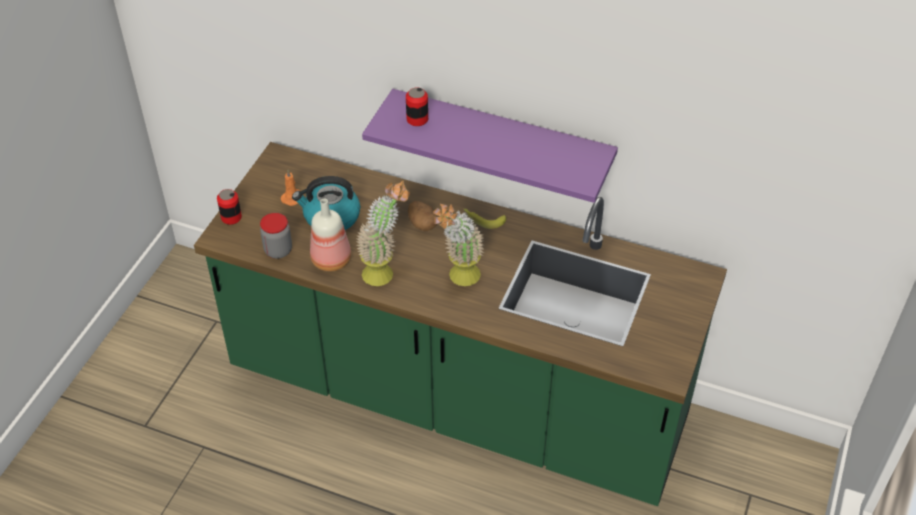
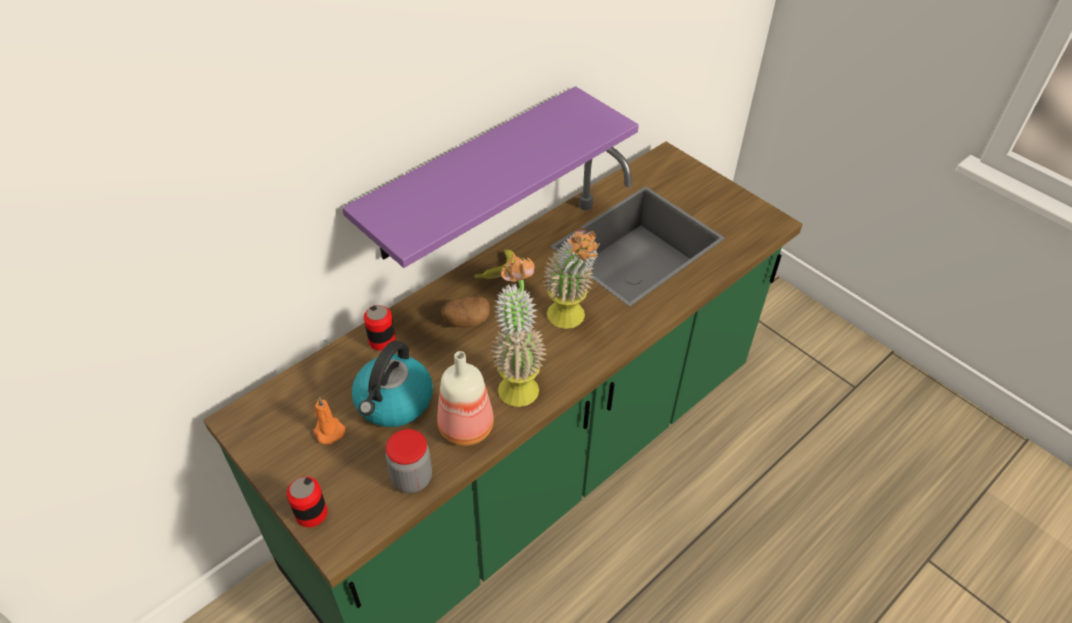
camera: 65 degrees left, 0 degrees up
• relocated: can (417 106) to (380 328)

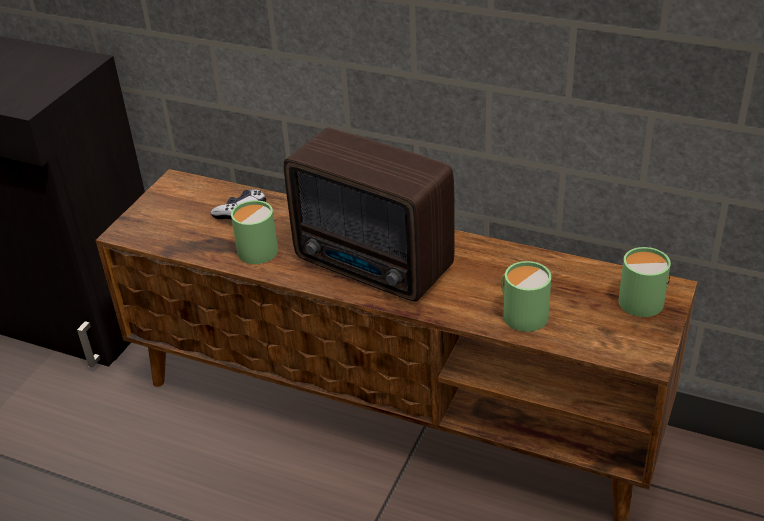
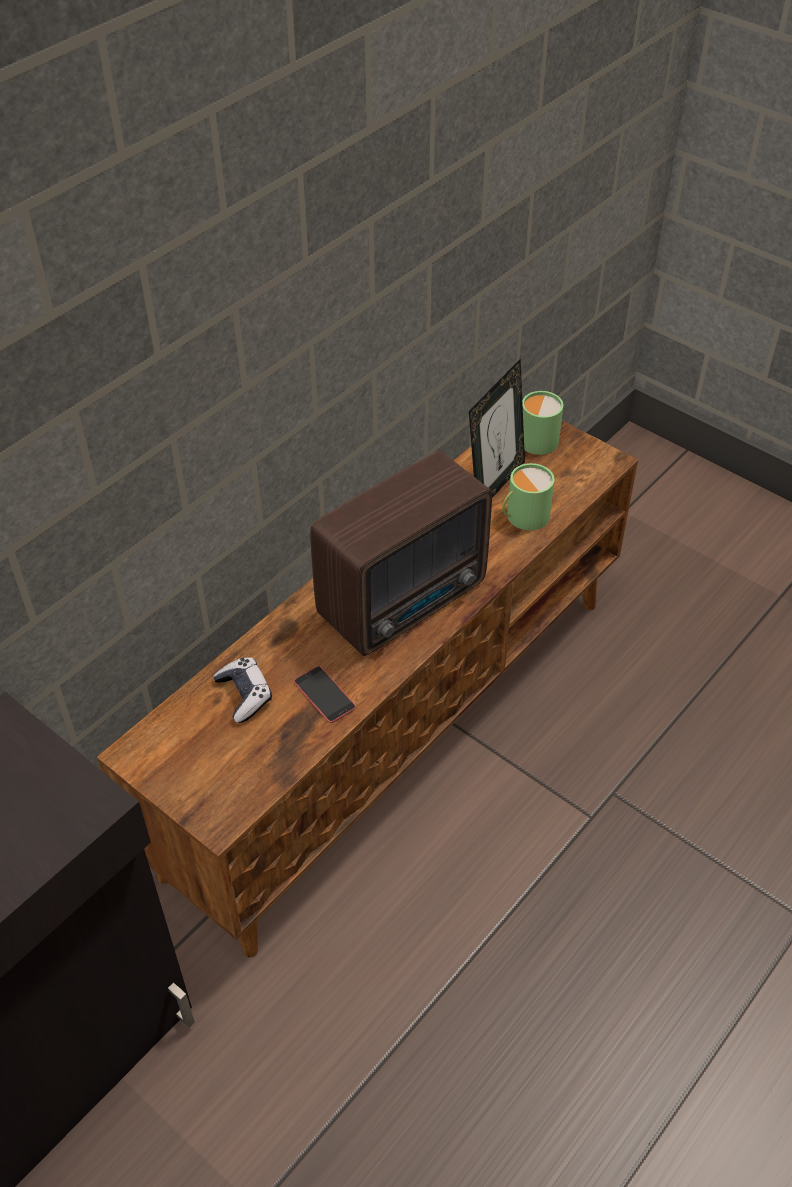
camera: 75 degrees left, 10 degrees up
• appeared: picture frame (497 428)
• exchanged: mug (green) (254 232) to phone (325 694)

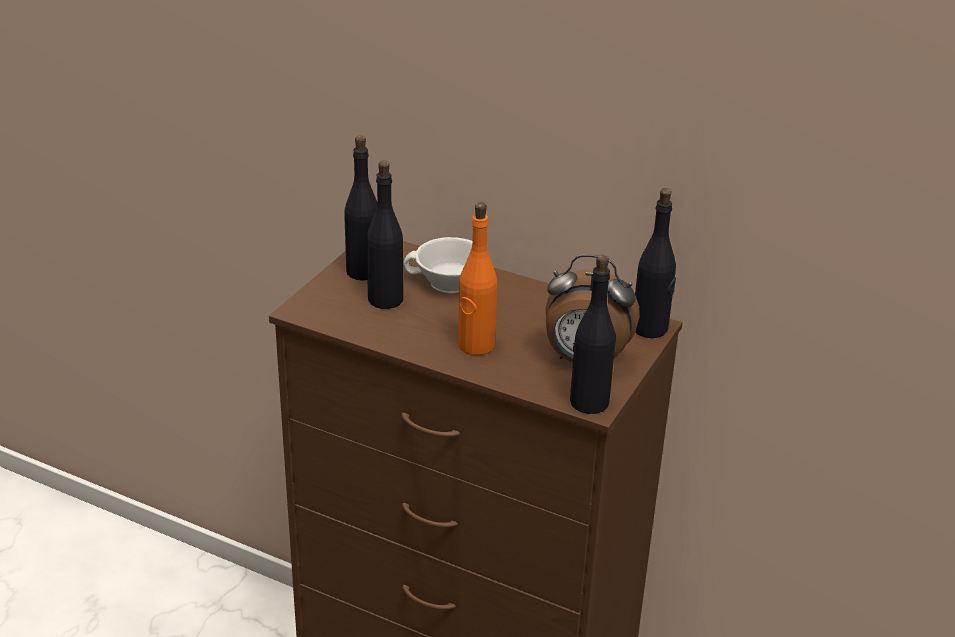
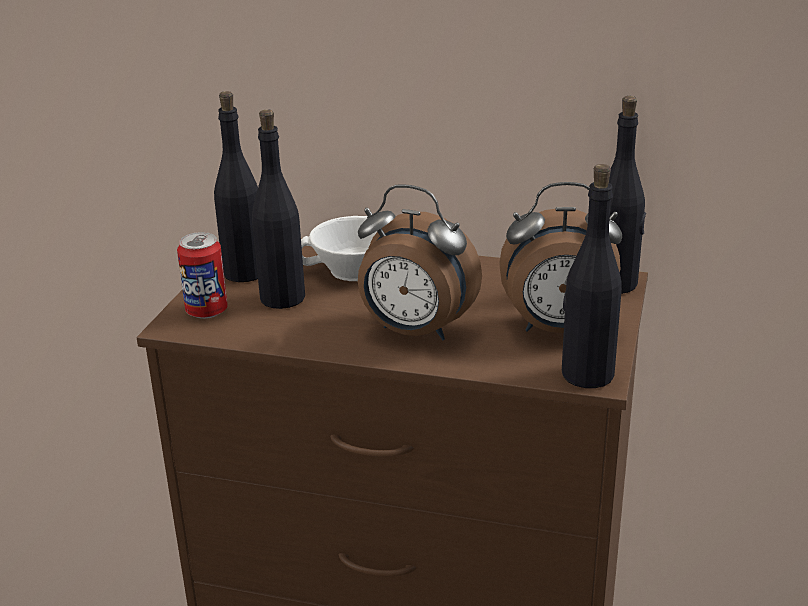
camera: 10 degrees left, 5 degrees down
• appeared: can (202 275)
• exchanged: bottle (orange) (477 278) to alarm clock (420 262)

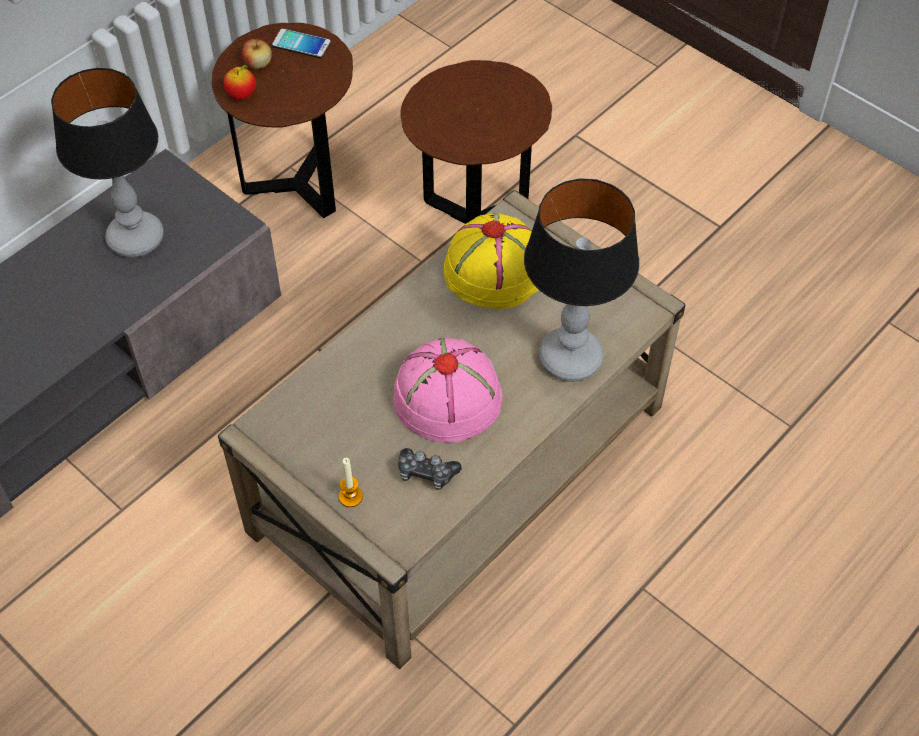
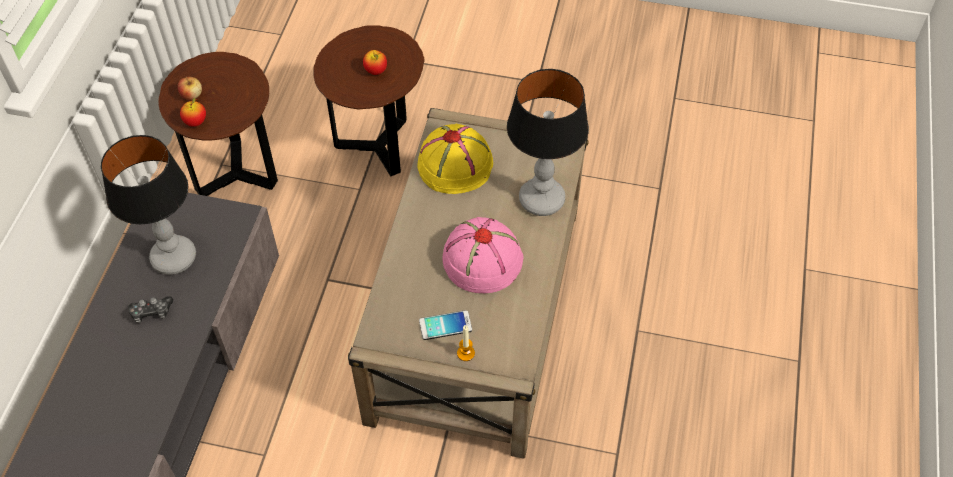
camera: 30 degrees left, 0 degrees up
• appeared: apple (375 62)
• relocated: phone (301 43) to (445 325)
• relocated: game controller (429 469) to (150 309)

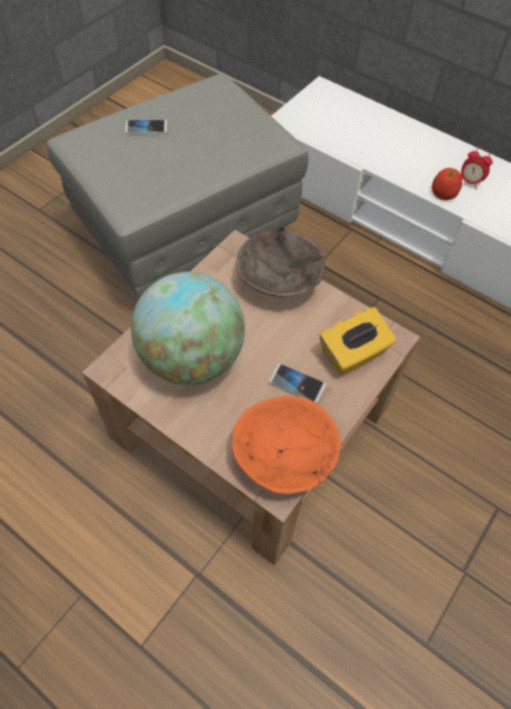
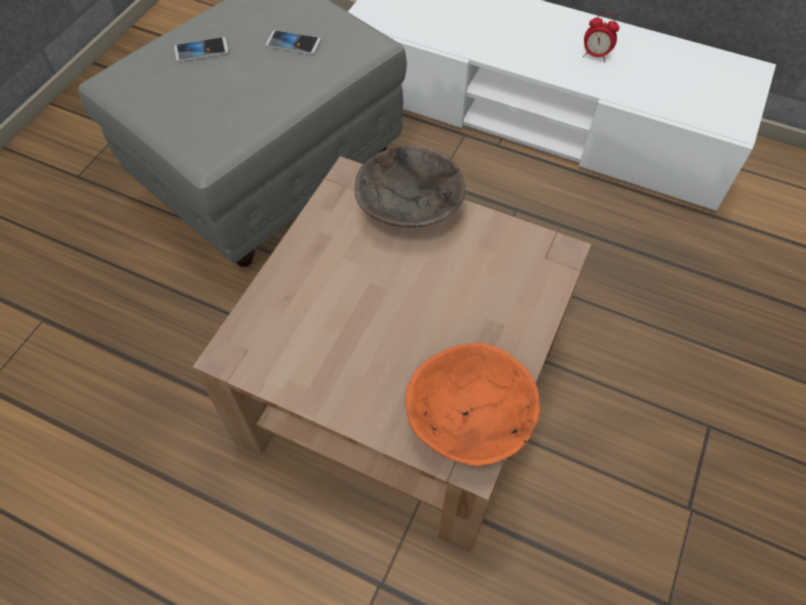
camera: 10 degrees left, 0 degrees up
• missing: globe (188 328)
• missing: tissue box (yellow) (358 341)
• missing: apple (447 184)
• relocated: phone (297 383) to (293 42)

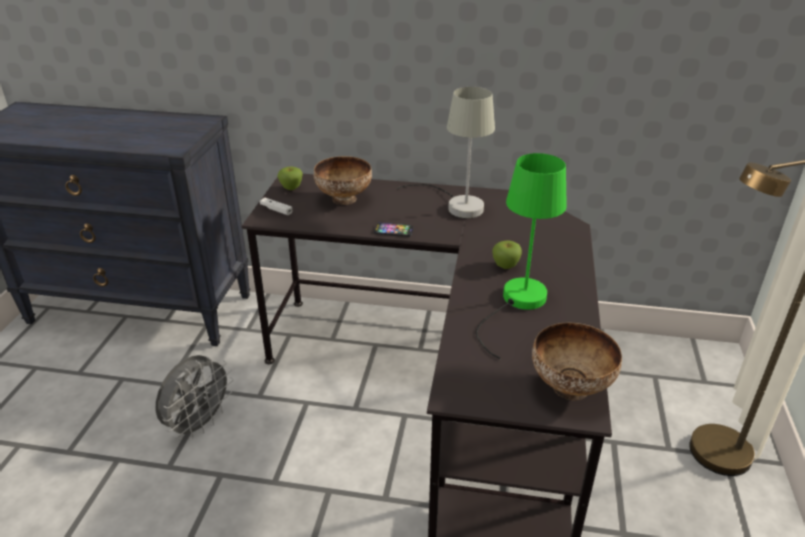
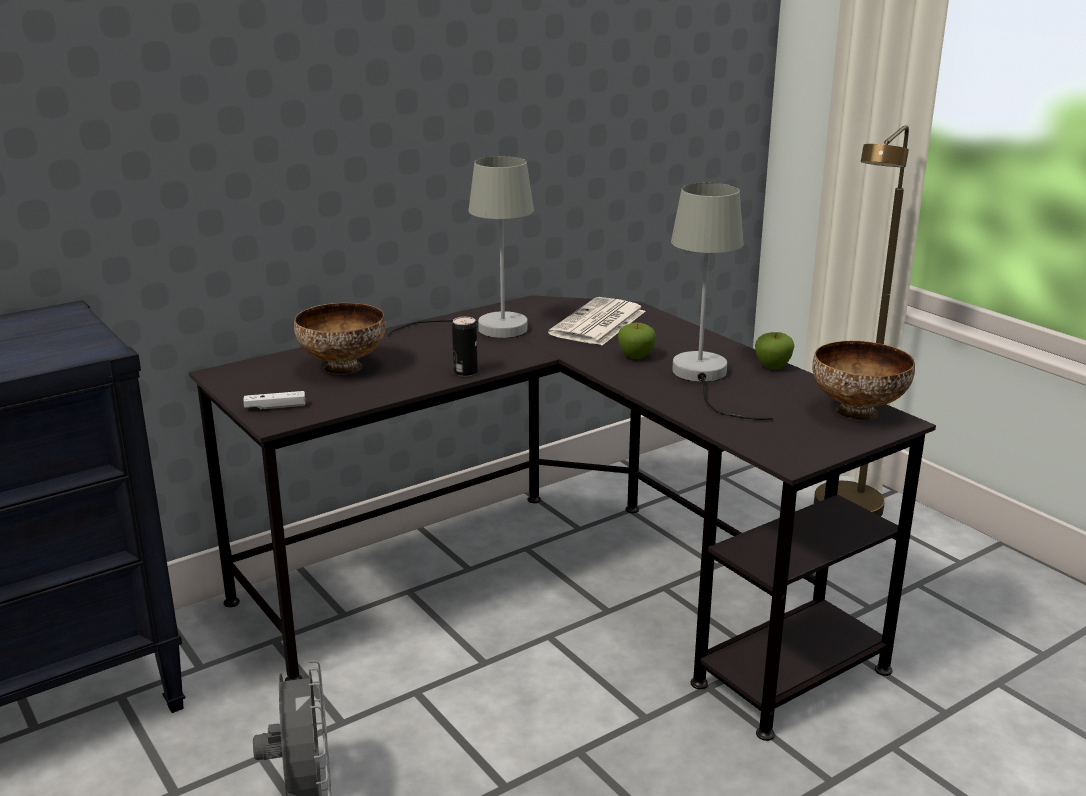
camera: 45 degrees left, 10 degrees down
• appeared: newspaper (596 321)
• relocated: apple (290 178) to (774 351)
• exchanged: phone (394 230) to can (465 347)
• colour: table lamp (green) (521 256) to table lamp (grey) (722 301)

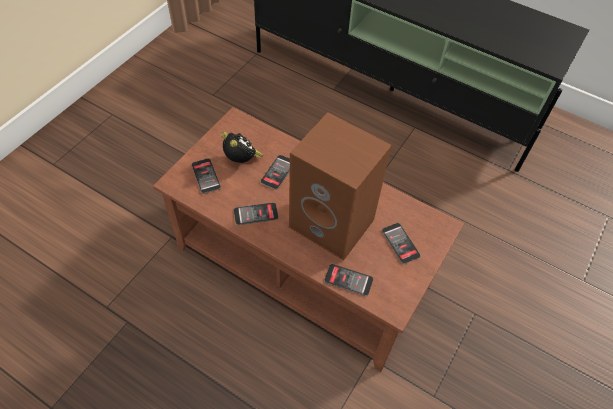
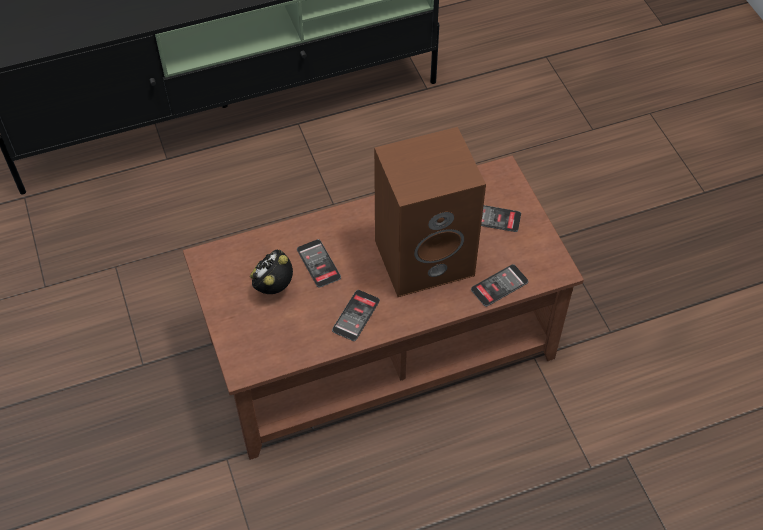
camera: 50 degrees left, 0 degrees up
• missing: phone (206 176)
• spun: alarm clock (242 147) = (271 272) 60 degrees counterclockwise

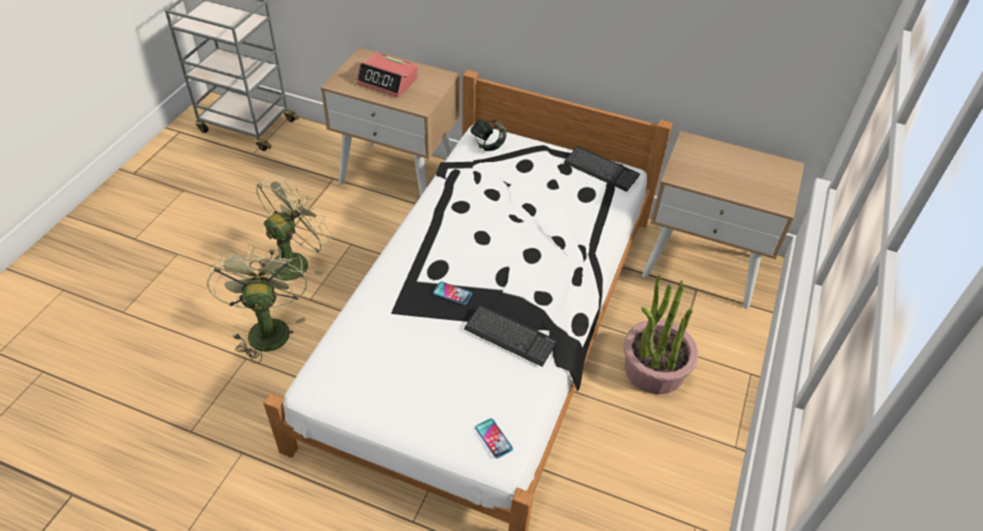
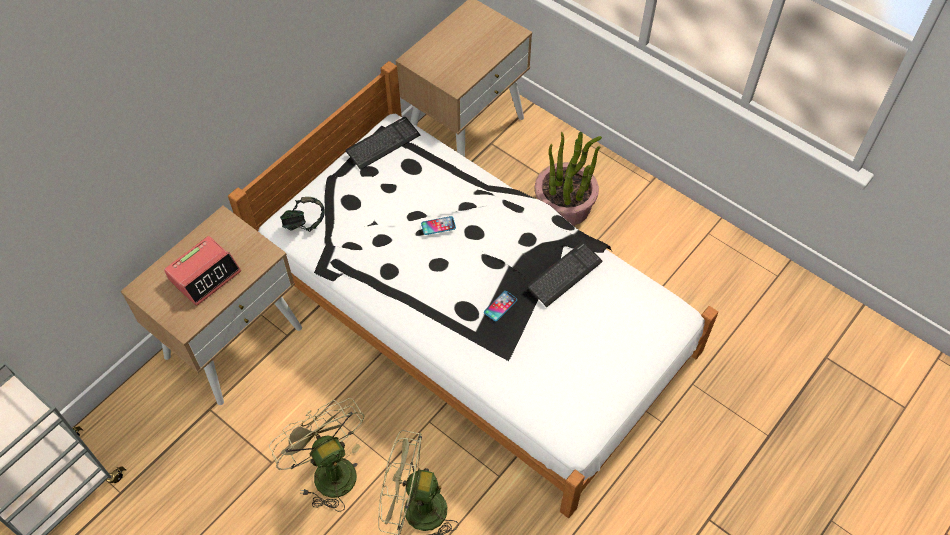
camera: 70 degrees left, 10 degrees up
• relocated: phone (494 438) to (438 225)

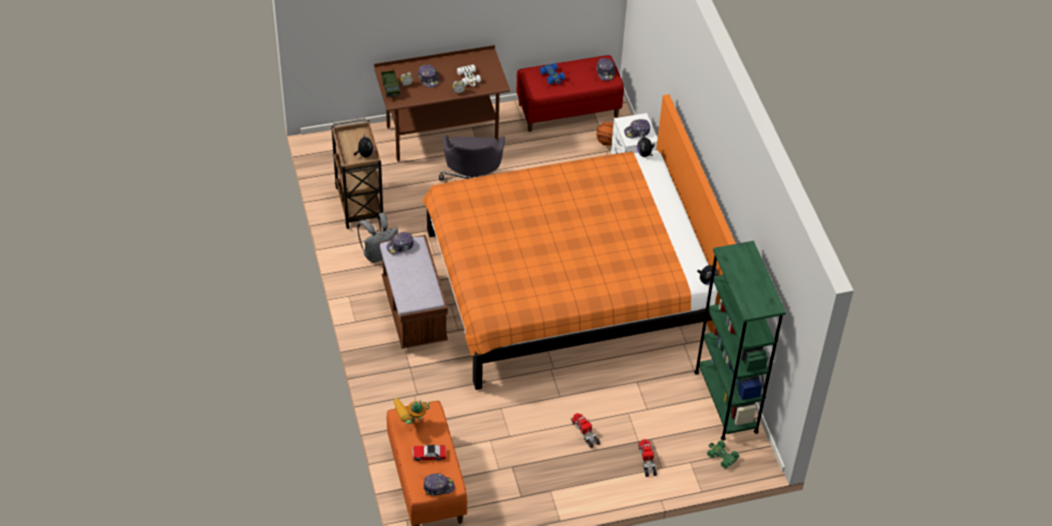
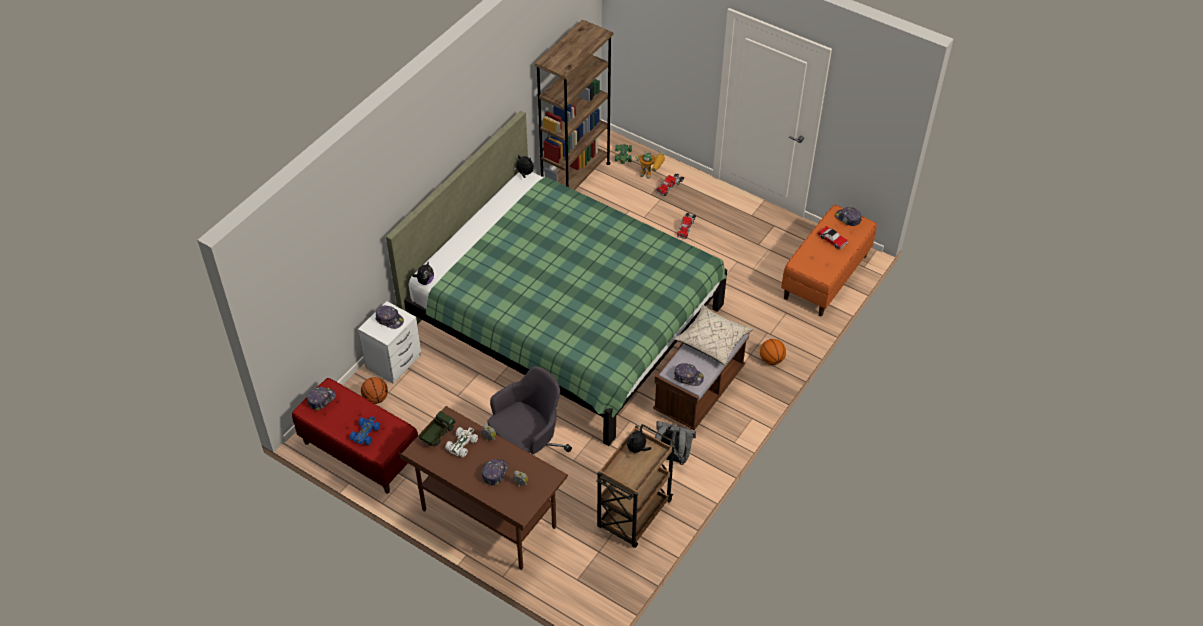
camera: 130 degrees left, 0 degrees up
• appeared: pillow (beige) (713 335)
• appeared: basketball (773 352)
• relocated: toy truck (390 83) to (437 428)
• relocated: toy robot (411 411) to (650 165)
• colour: bed (orange) (579 242) to bed (green) (556 278)
• colour: bookcase (green) (740 340) to bookcase (brown) (573 104)

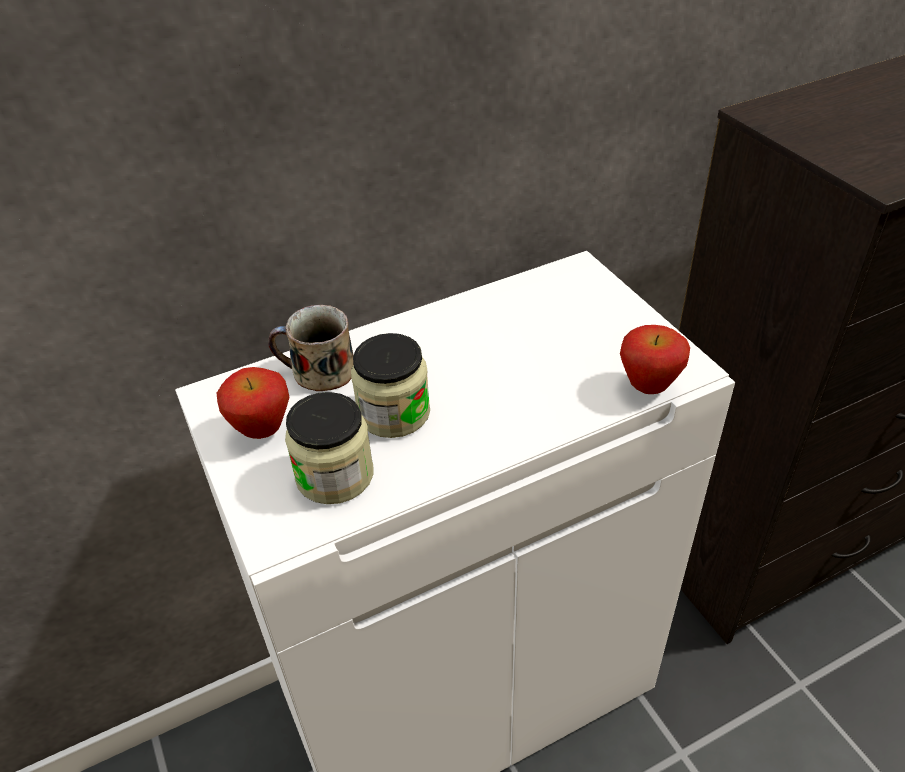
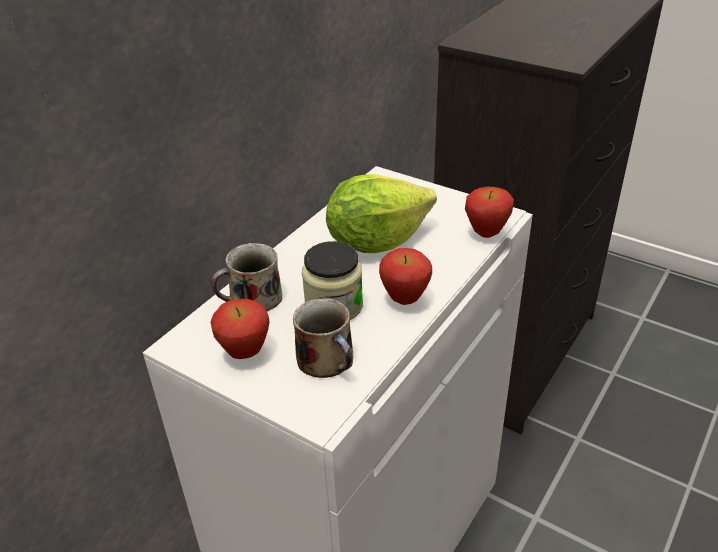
camera: 30 degrees left, 5 degrees down
• appeared: lettuce (381 213)
• appeared: apple (405 276)
• exchanged: jar (329 448) to mug (323 338)

